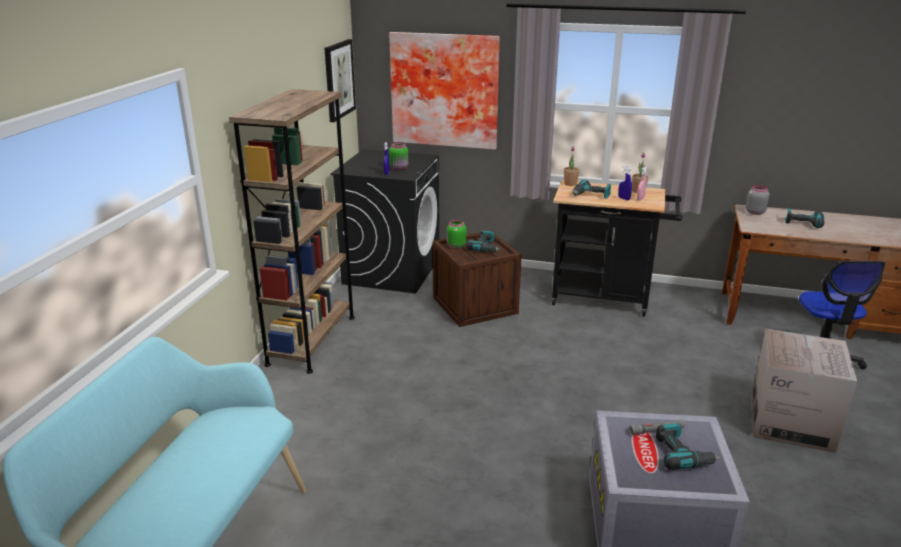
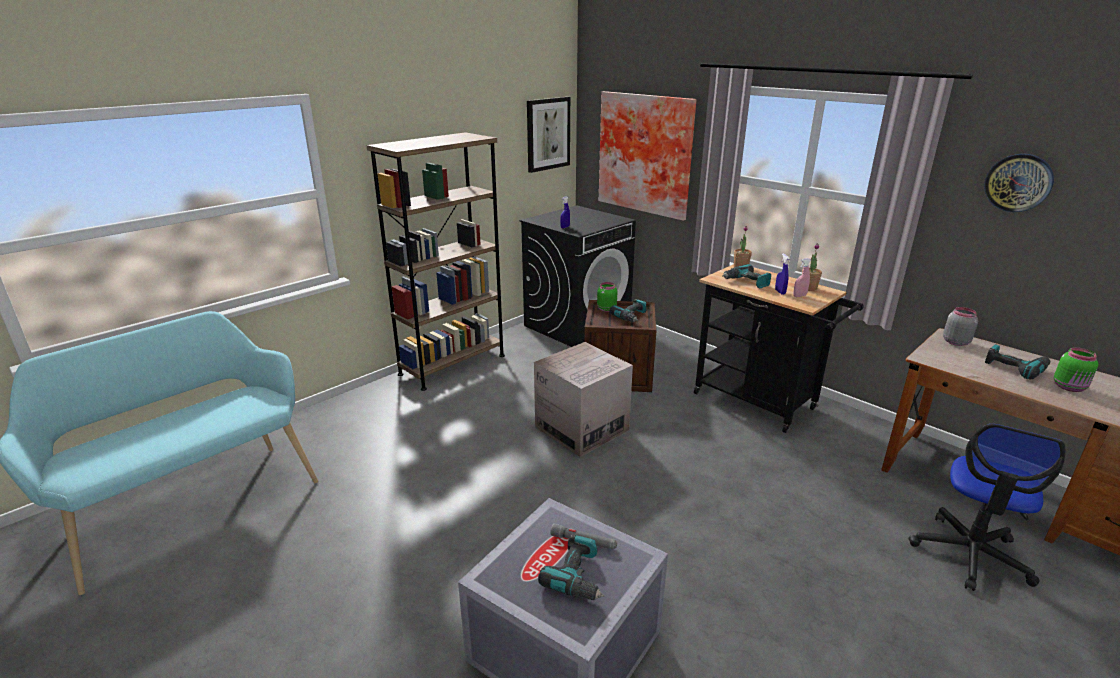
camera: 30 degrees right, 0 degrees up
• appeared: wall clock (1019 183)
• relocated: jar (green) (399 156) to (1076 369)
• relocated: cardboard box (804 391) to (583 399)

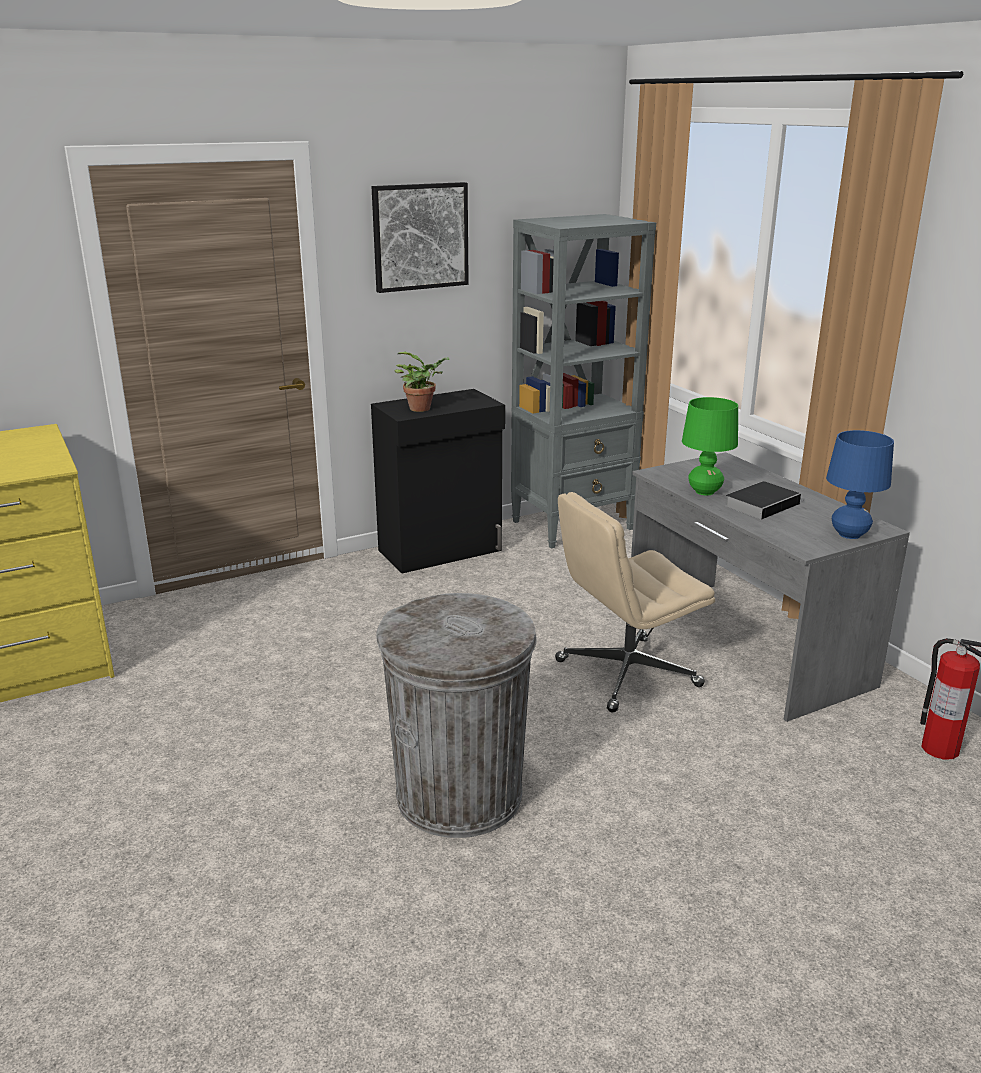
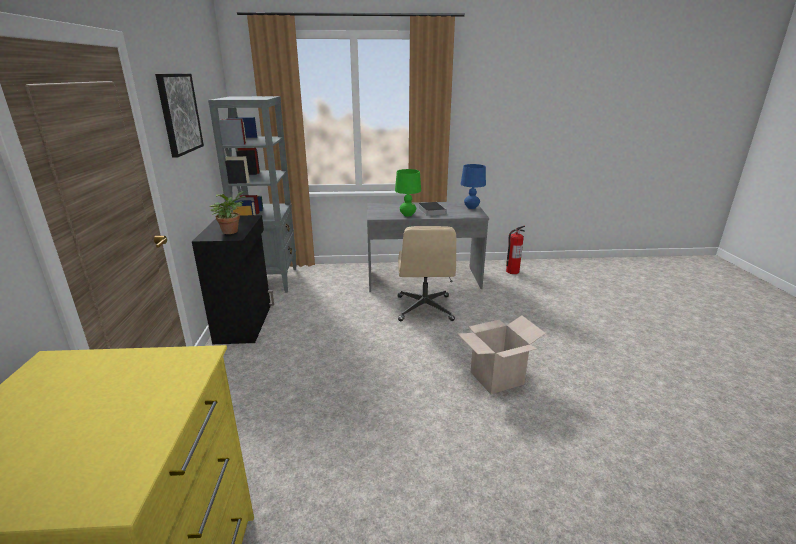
camera: 65 degrees left, 0 degrees up
• exchanged: trash can (grey) (456 715) to cardboard box (501 354)

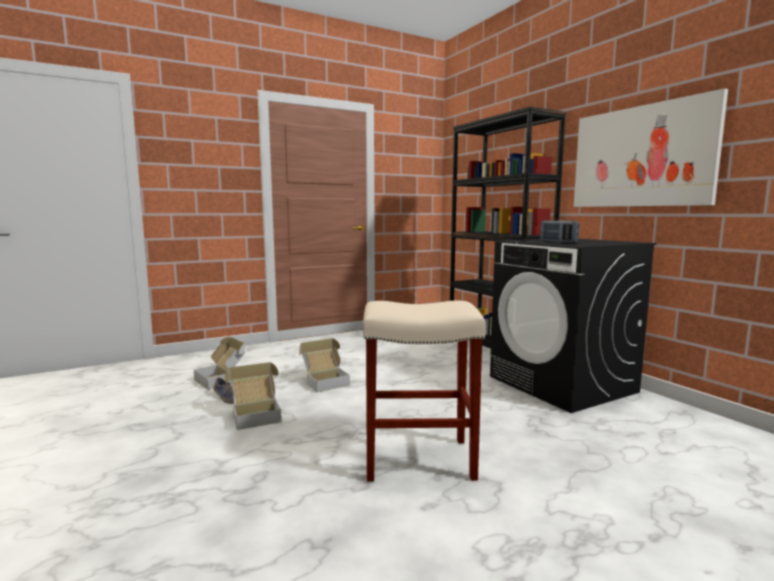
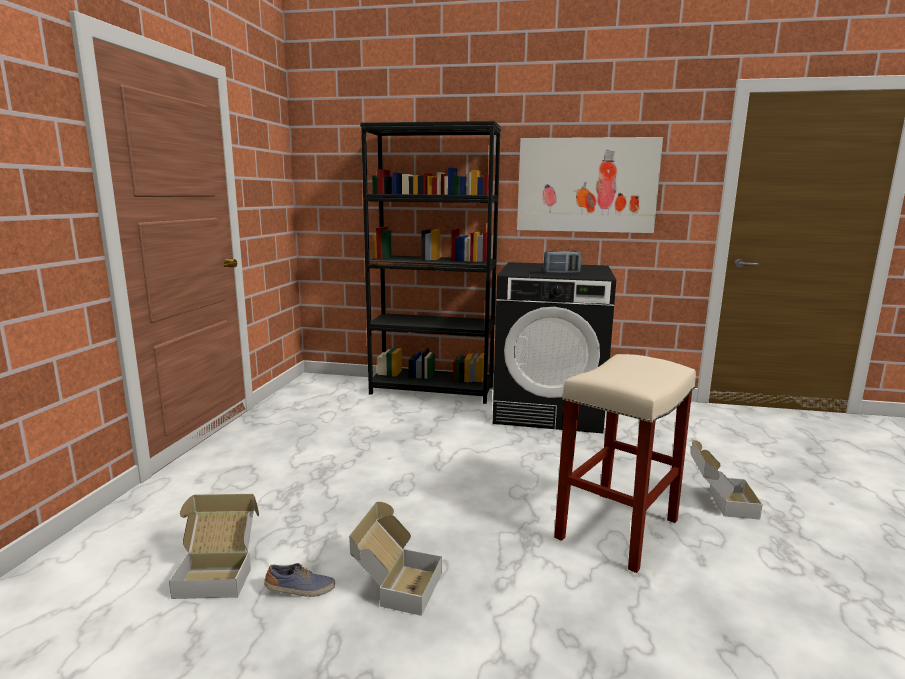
camera: 50 degrees left, 5 degrees up
• relocated: cardboard box (324 365) to (727 480)

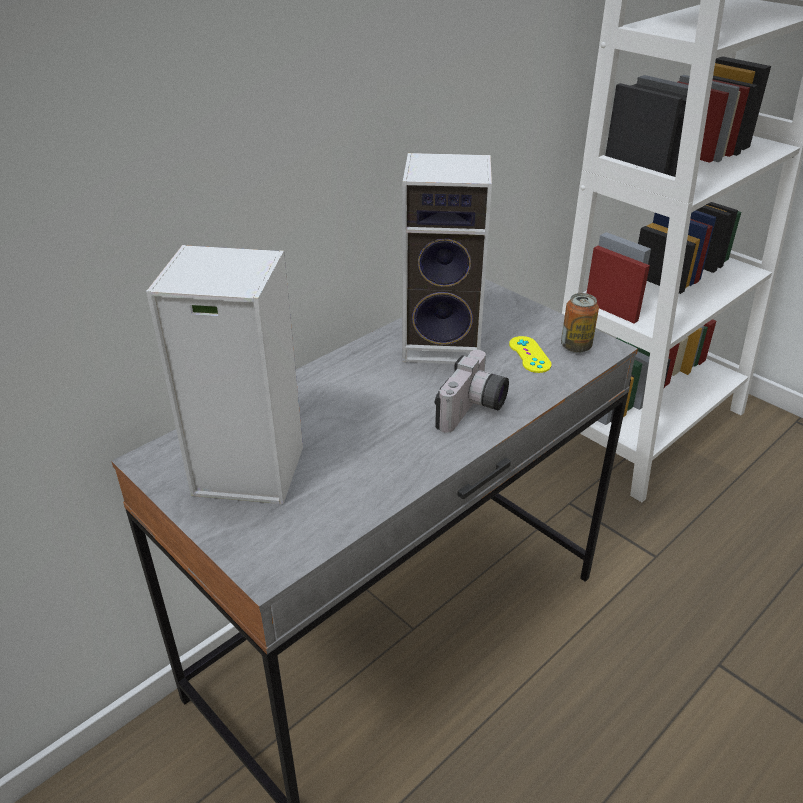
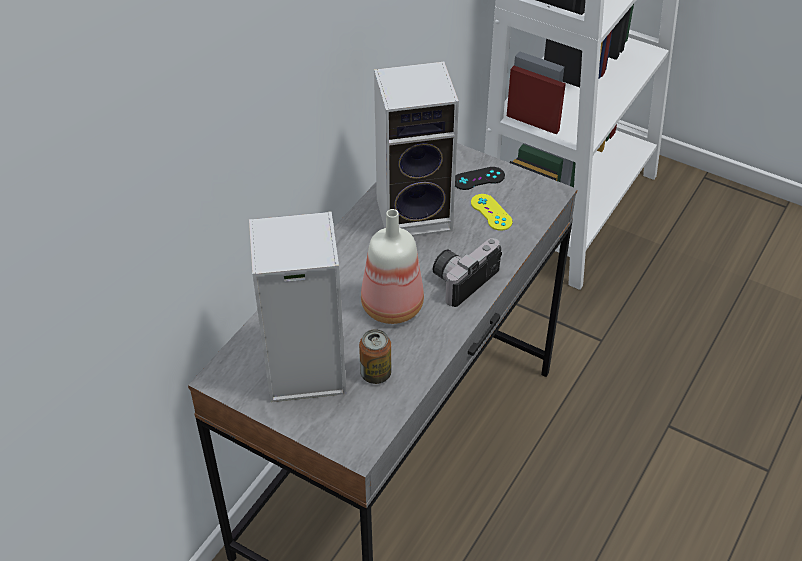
camera: 15 degrees left, 10 degrees up
• appeared: bottle (392 266)
• appeared: game controller (black) (480 178)
• relocated: can (580 323) to (375 356)
• spun: photo camera (472 391) = (467 272) 150 degrees counterclockwise

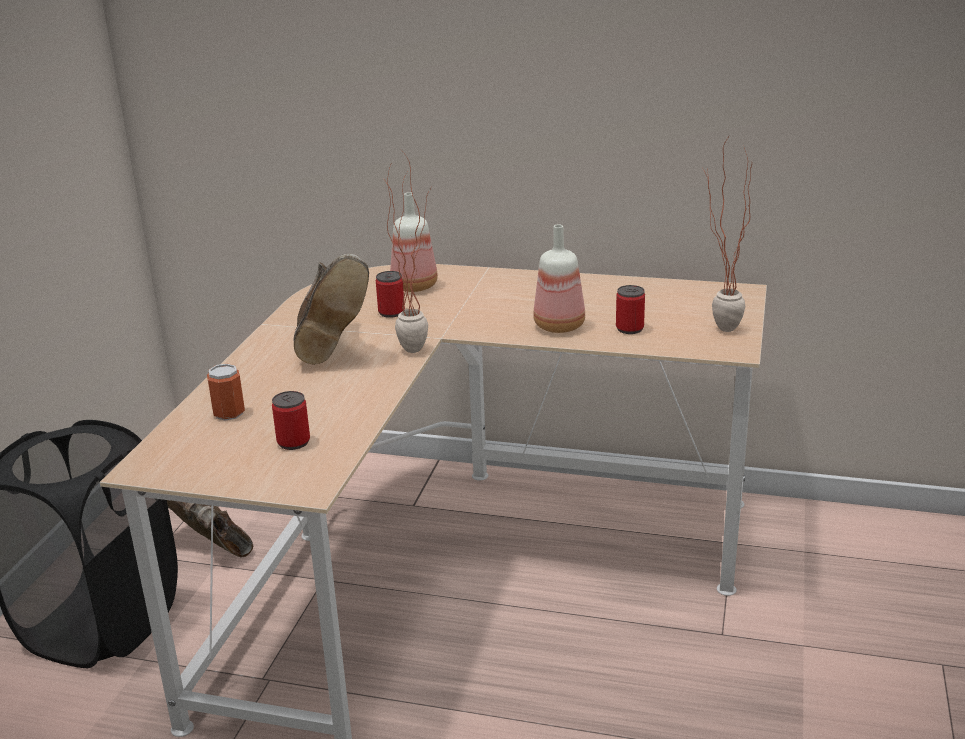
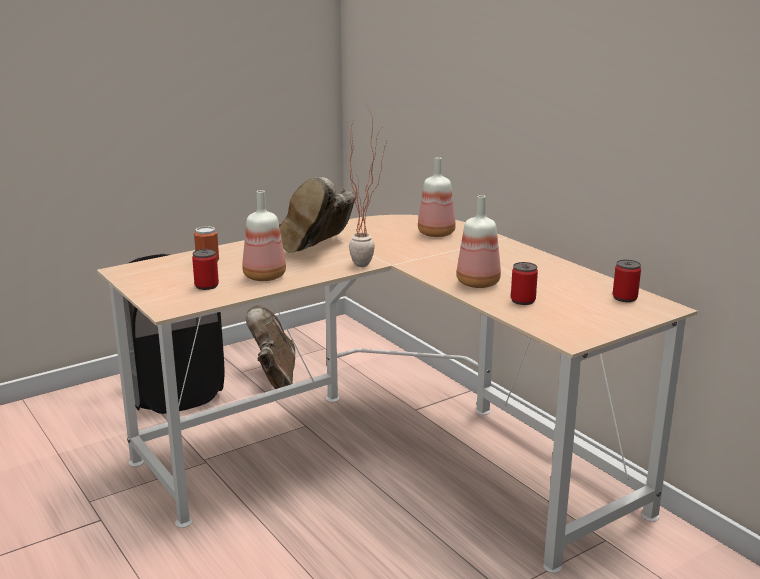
camera: 40 degrees right, 5 degrees down
• missing: potted plant (727 233)
• appeared: bottle (264 235)
• relocated: can (390 294) to (627 281)

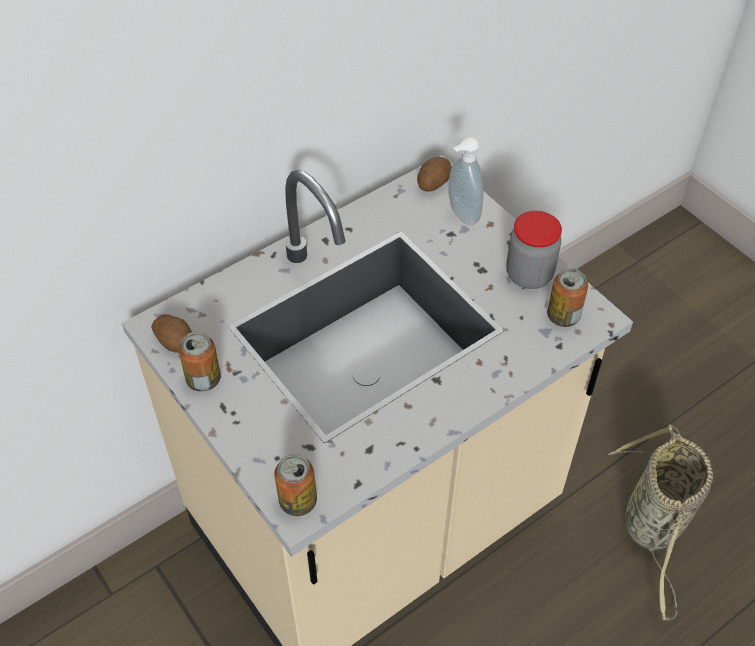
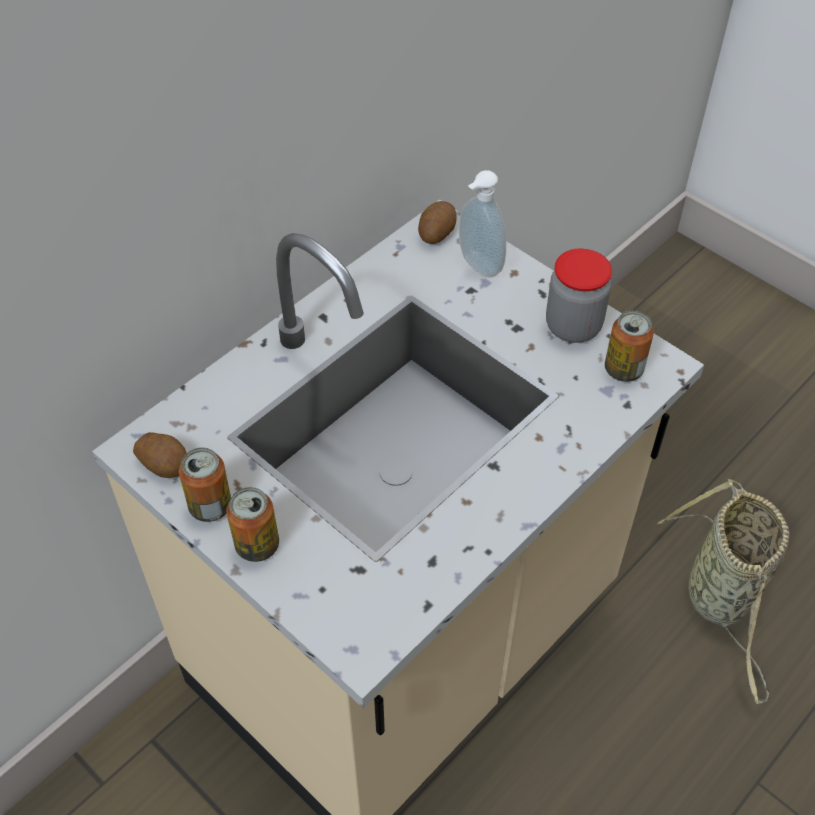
camera: 10 degrees left, 0 degrees up
• relocated: can (295 485) to (252 524)

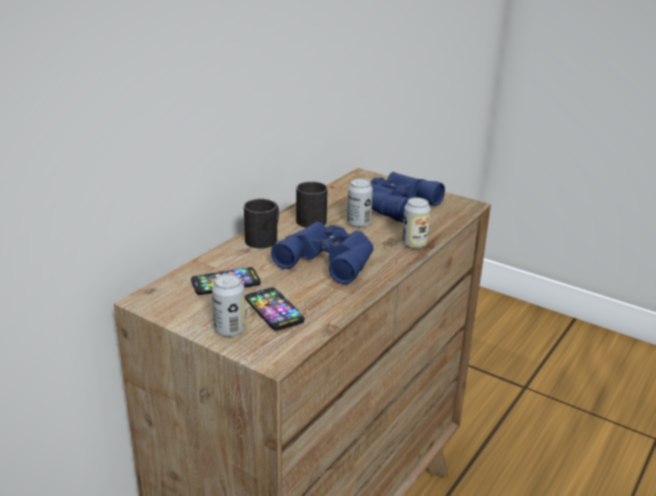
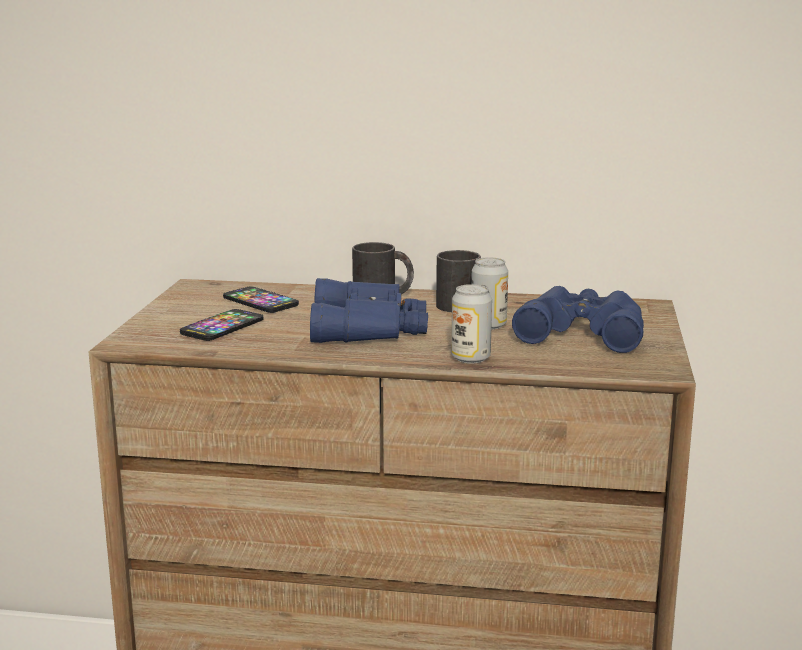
camera: 65 degrees right, 10 degrees down
• missing: can (229 305)

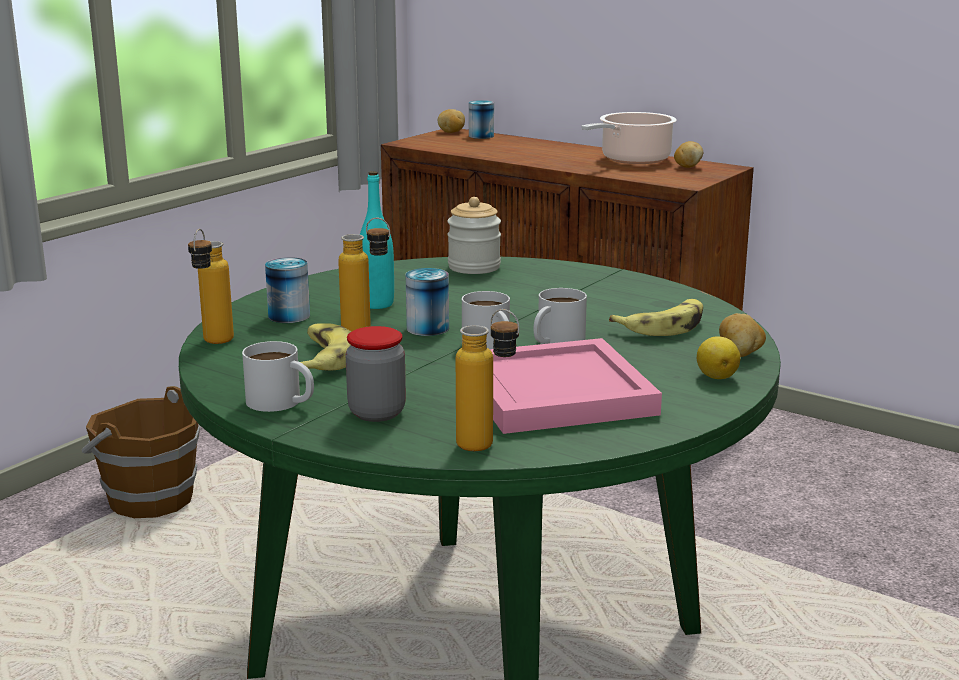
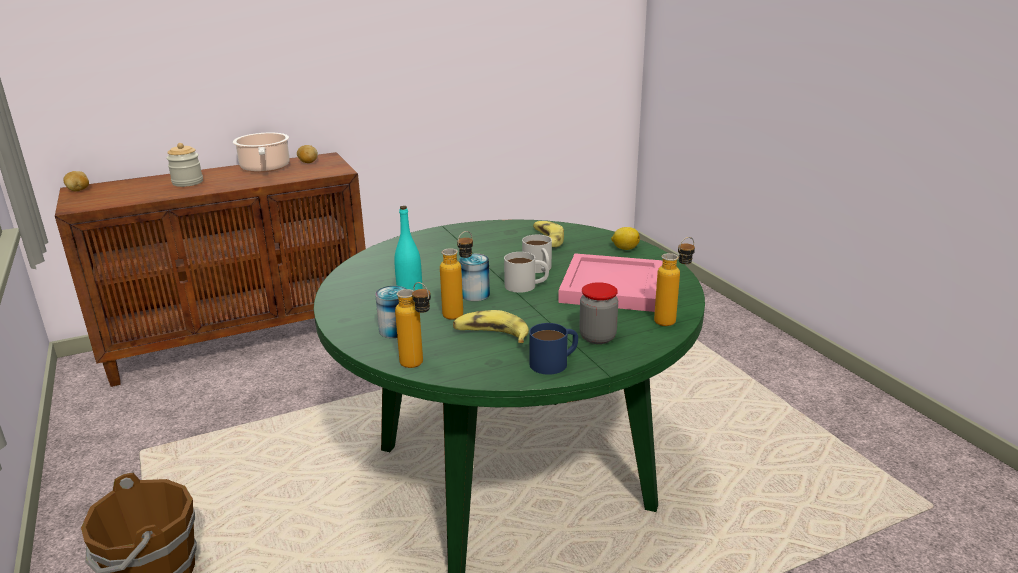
camera: 60 degrees left, 5 degrees up
• missing: can (481 119)
• missing: potato (742 335)
• relocated: jar (474 235) to (184 165)
• colour: mug (white) (278 376) to mug (blue) (553 349)

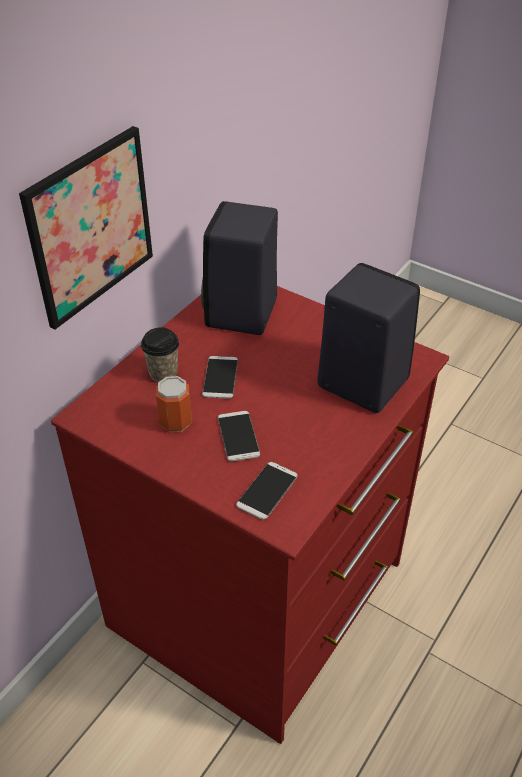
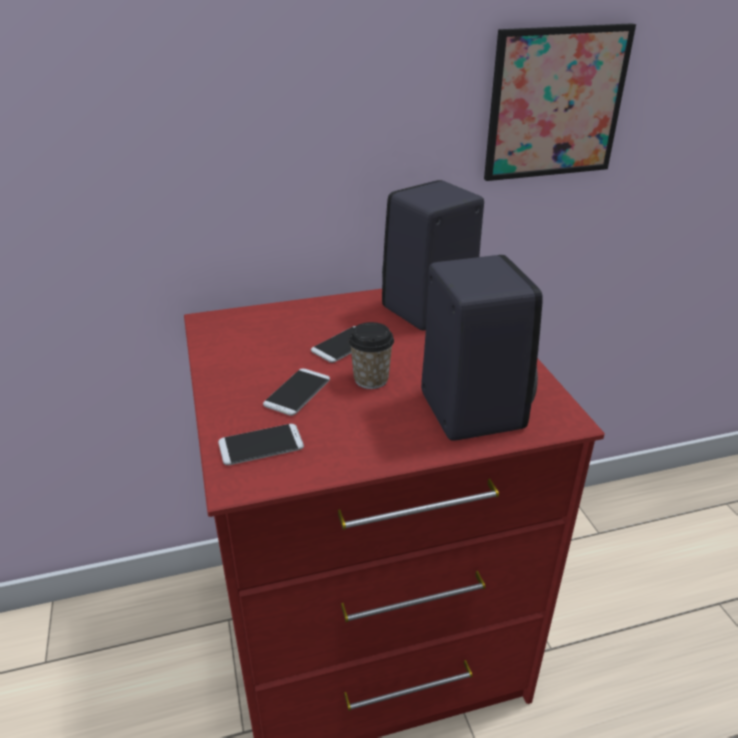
camera: 40 degrees right, 10 degrees down
• missing: can (173 404)
• relocated: picture (86 227) to (560 102)
• relocated: cup (160 355) to (371 355)

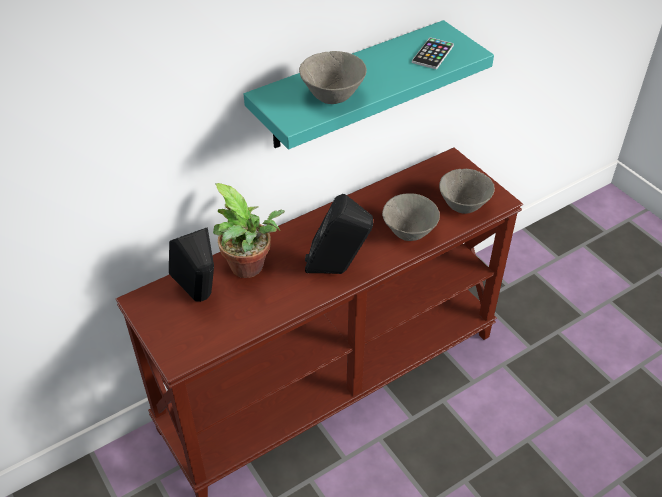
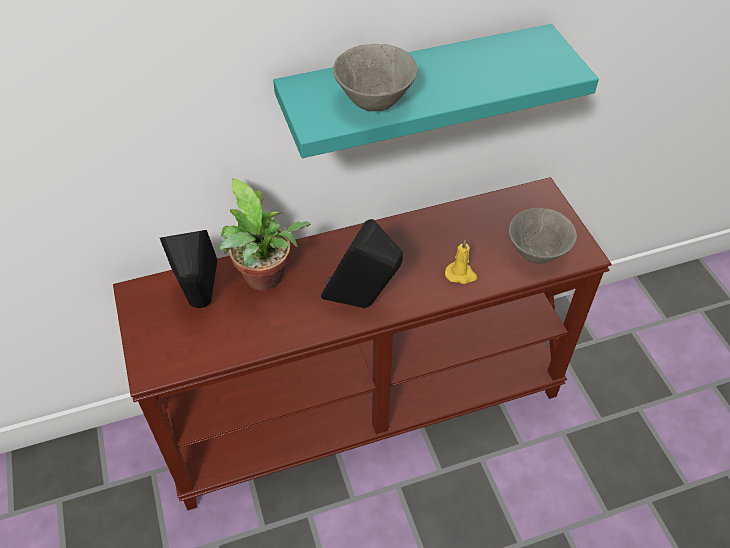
camera: 15 degrees right, 5 degrees up
• missing: phone (433 53)
• exchanged: bowl (grey) (411 217) to candle (yellow) (461 262)

